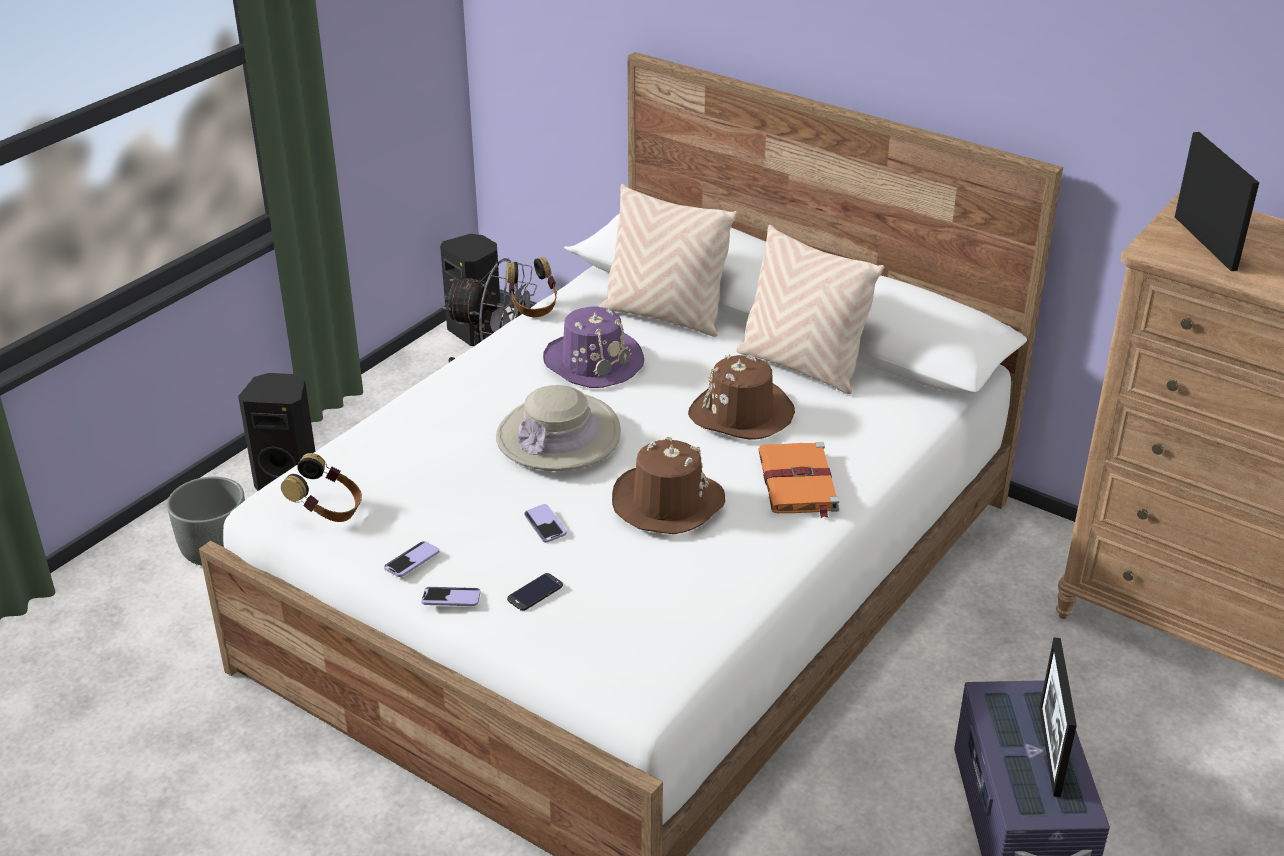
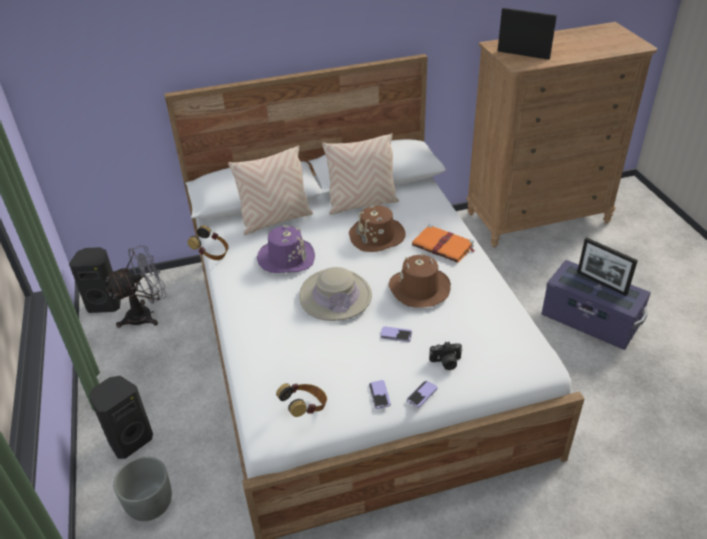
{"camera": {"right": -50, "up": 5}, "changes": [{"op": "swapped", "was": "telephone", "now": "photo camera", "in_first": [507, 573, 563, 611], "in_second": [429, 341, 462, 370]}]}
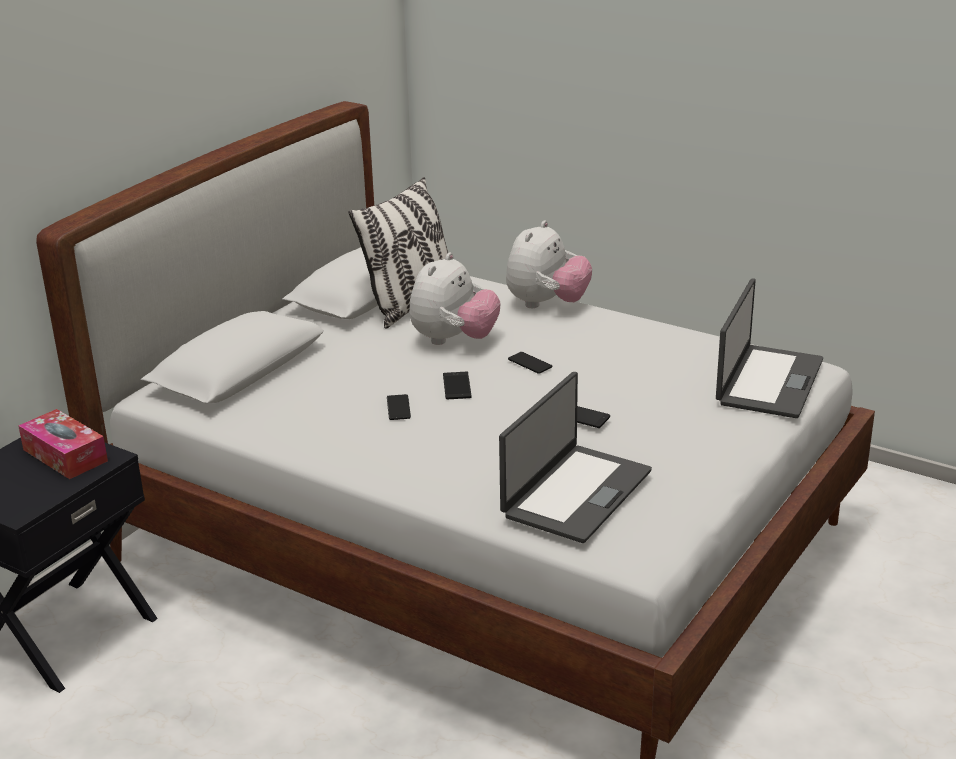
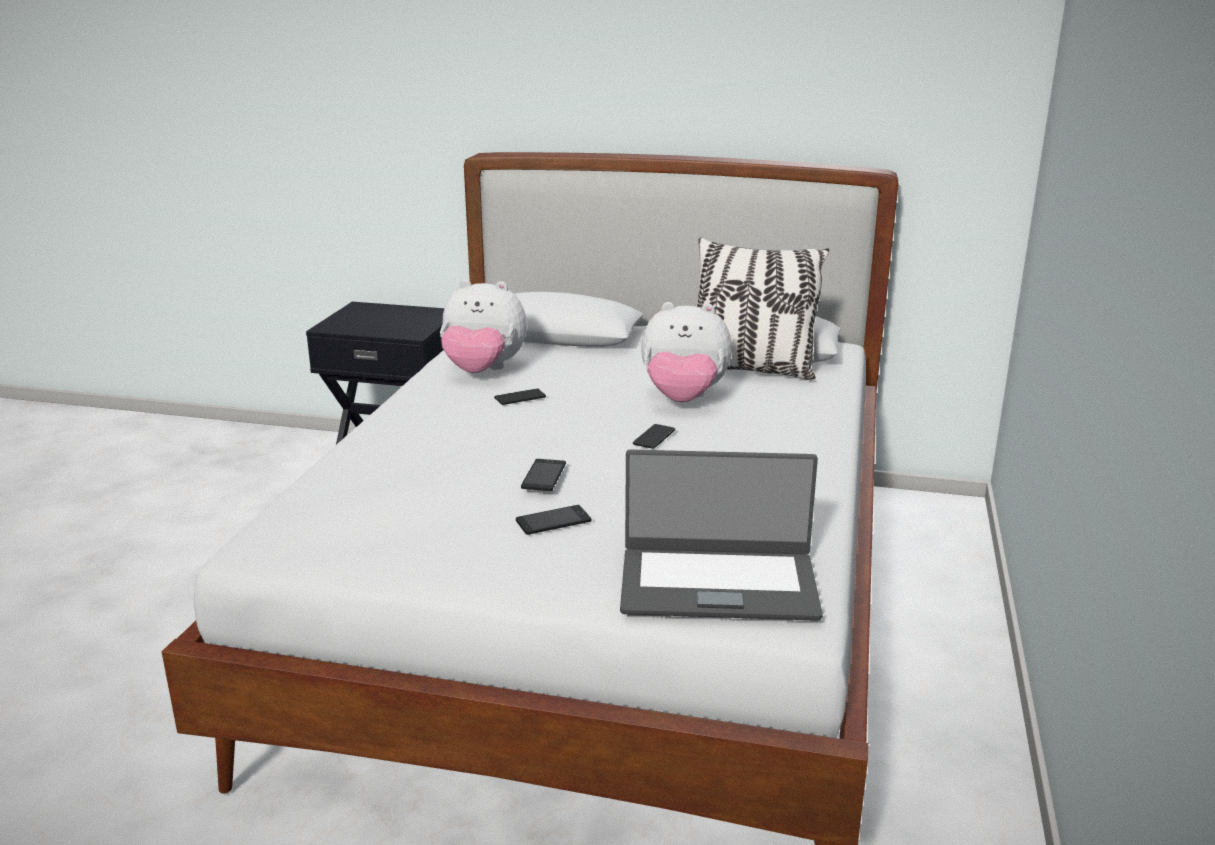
{"camera": {"right": 70, "up": -5}, "changes": [{"op": "shifted", "was": "plush toy", "in_first": [506, 220, 592, 308], "in_second": [440, 280, 527, 373]}, {"op": "shifted", "was": "telephone", "in_first": [443, 372, 472, 399], "in_second": [516, 505, 591, 535]}, {"op": "gone", "was": "laptop", "in_first": [499, 372, 652, 543]}, {"op": "gone", "was": "tissue holder", "in_first": [18, 409, 108, 479]}]}
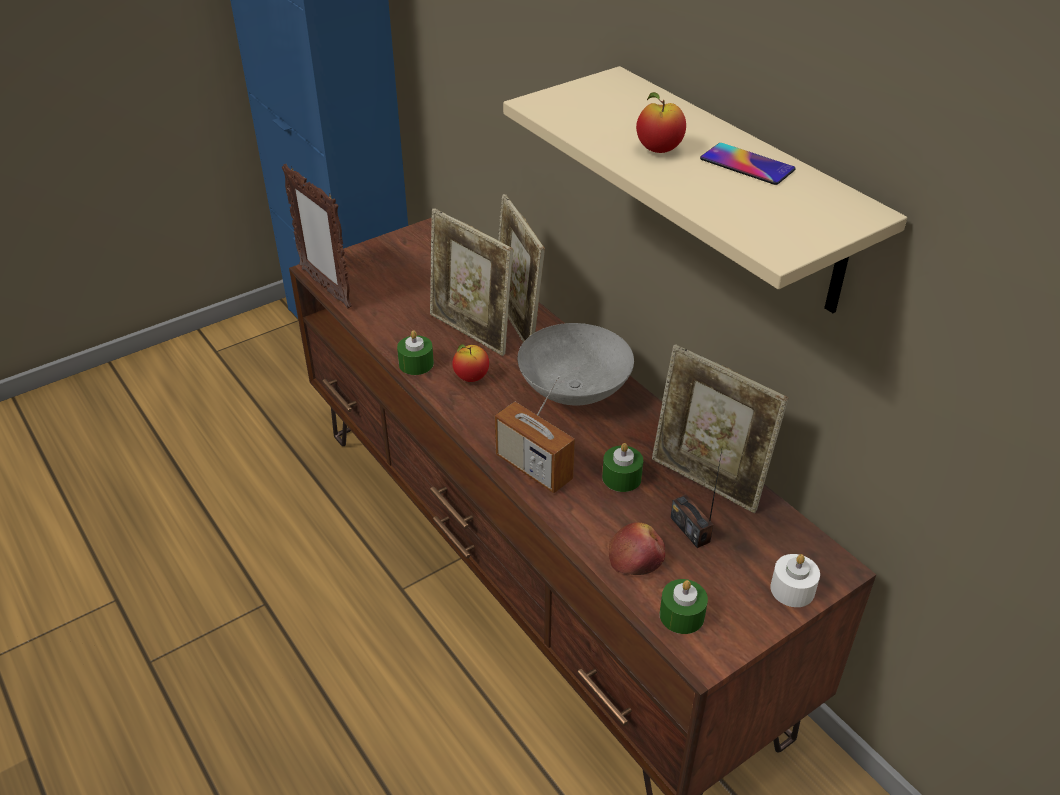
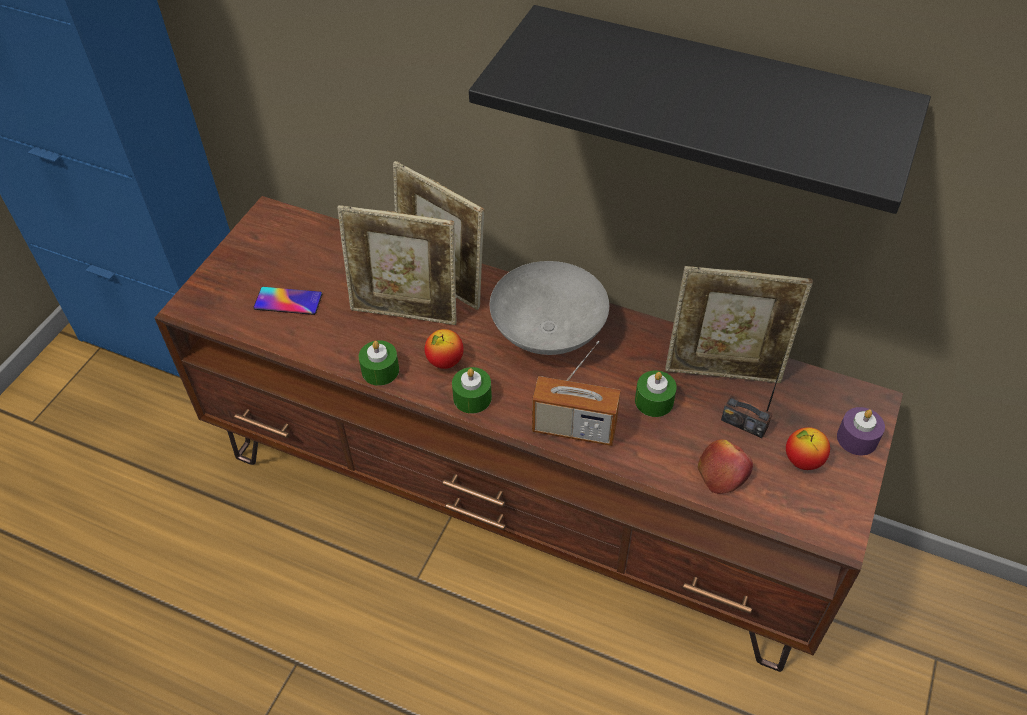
{"camera": {"right": -30, "up": 10}, "changes": [{"op": "repainted", "was": "sand-coloured shelf", "now": "black-coloured shelf", "in_first": [503, 66, 907, 313], "in_second": [469, 5, 931, 214]}, {"op": "shifted", "was": "apple", "in_first": [636, 92, 686, 153], "in_second": [786, 427, 830, 470]}, {"op": "shifted", "was": "telephone", "in_first": [700, 143, 796, 185], "in_second": [253, 287, 322, 315]}, {"op": "gone", "was": "photo frame", "in_first": [282, 164, 352, 309]}, {"op": "repainted", "was": "white-coloured candle", "now": "purple candle", "in_first": [770, 554, 820, 607], "in_second": [837, 407, 885, 455]}, {"op": "shifted", "was": "green candle", "in_first": [659, 579, 708, 634], "in_second": [452, 367, 492, 414]}]}
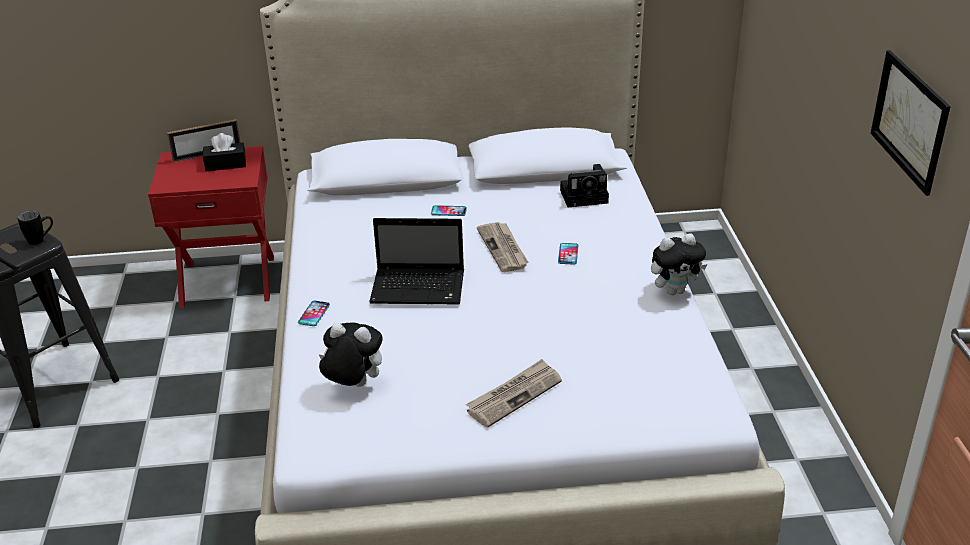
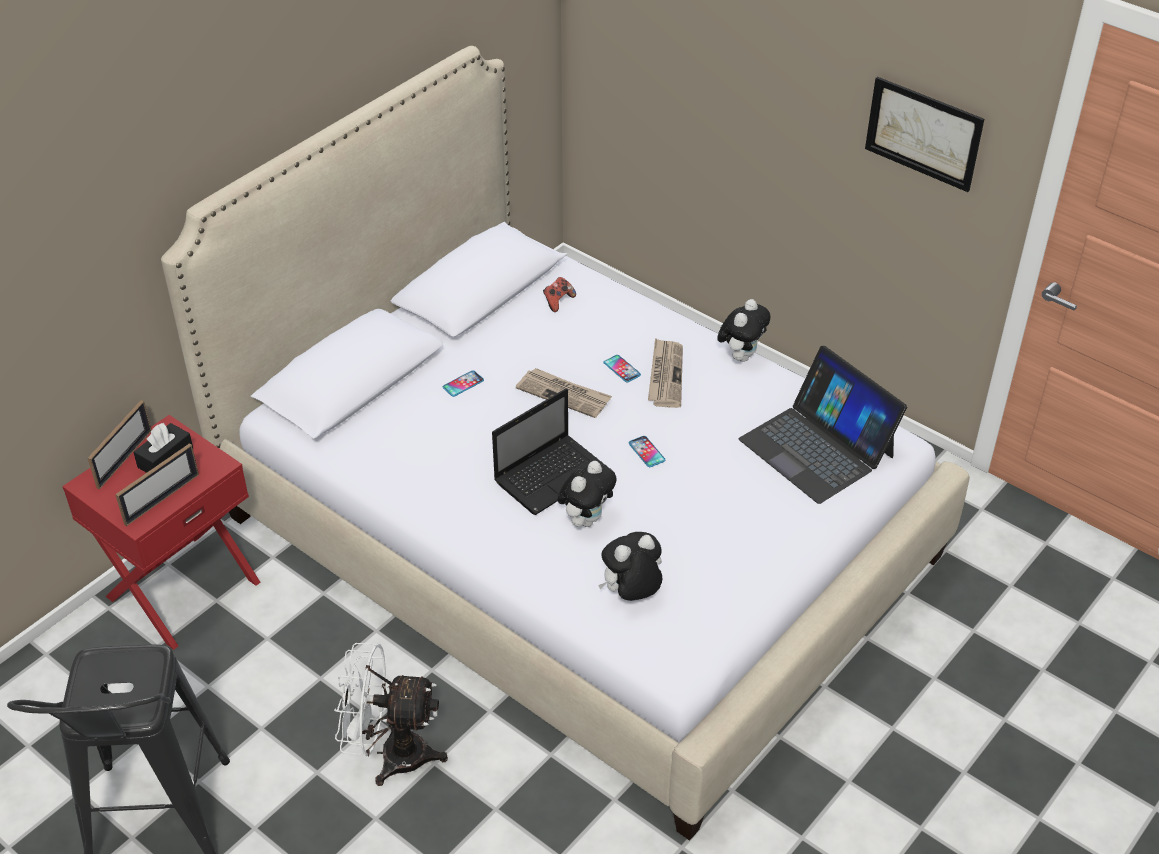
{"camera": {"right": -45, "up": 10}, "changes": [{"op": "swapped", "was": "photo camera", "now": "gamepad", "in_first": [560, 164, 609, 207], "in_second": [543, 277, 576, 312]}, {"op": "gone", "was": "black-coloured tea mug", "in_first": [18, 211, 53, 245]}, {"op": "shifted", "was": "telephone", "in_first": [298, 301, 330, 326], "in_second": [629, 436, 665, 467]}, {"op": "shifted", "was": "daily paper", "in_first": [466, 359, 562, 428], "in_second": [648, 338, 683, 408]}, {"op": "new", "now": "laptop", "in_second": [739, 346, 907, 504]}, {"op": "new", "now": "photo frame", "in_second": [115, 443, 199, 526]}, {"op": "new", "now": "plush toy", "in_second": [557, 461, 617, 527]}, {"op": "new", "now": "white-coloured cooling fan", "in_second": [334, 643, 448, 786]}]}
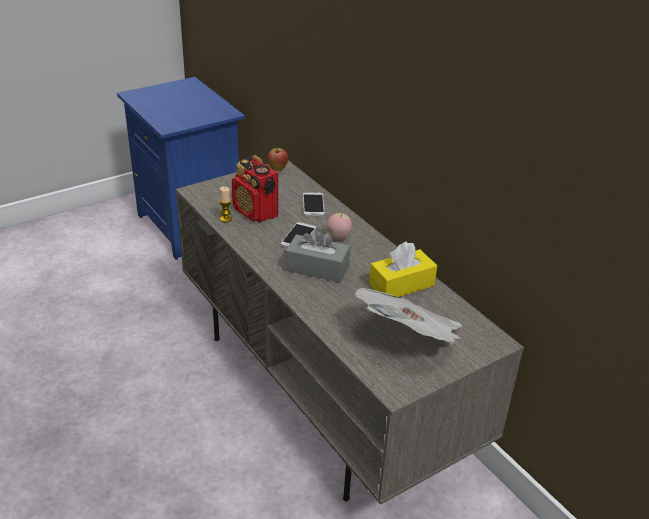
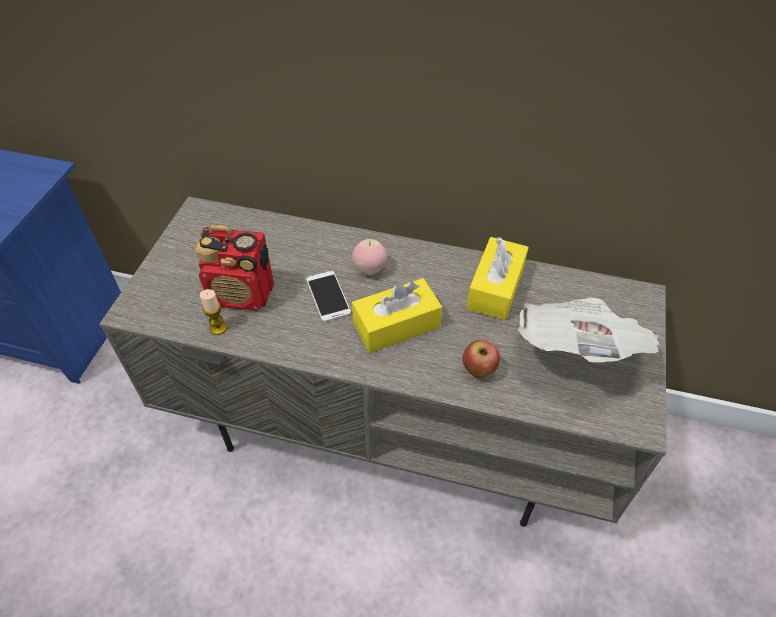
{"camera": {"right": -40, "up": 15}, "changes": [{"op": "shifted", "was": "apple", "in_first": [268, 148, 288, 171], "in_second": [462, 340, 500, 379]}, {"op": "gone", "was": "telephone", "in_first": [303, 193, 325, 216]}, {"op": "repainted", "was": "gray tissue holder", "now": "yellow tissue holder", "in_first": [286, 228, 350, 282], "in_second": [352, 278, 442, 353]}]}
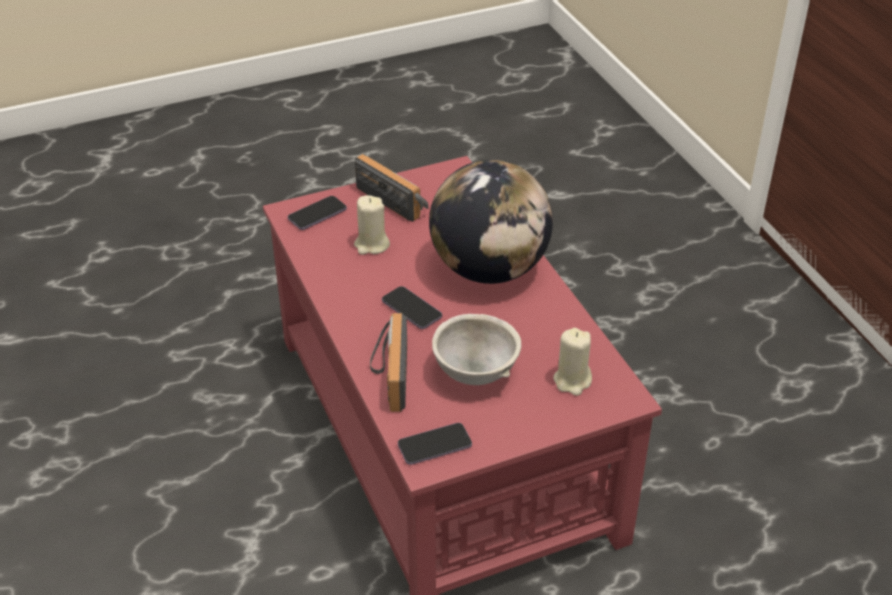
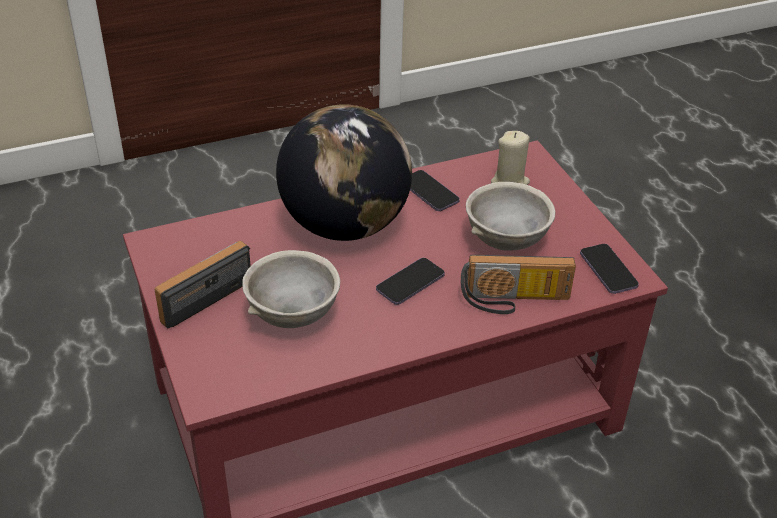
{"camera": {"right": -90, "up": 0}, "changes": [{"op": "swapped", "was": "sand-coloured candle", "now": "gray deep dish", "in_first": [354, 195, 390, 255], "in_second": [242, 250, 340, 328]}, {"op": "shifted", "was": "telephone", "in_first": [288, 196, 347, 230], "in_second": [410, 170, 460, 211]}]}
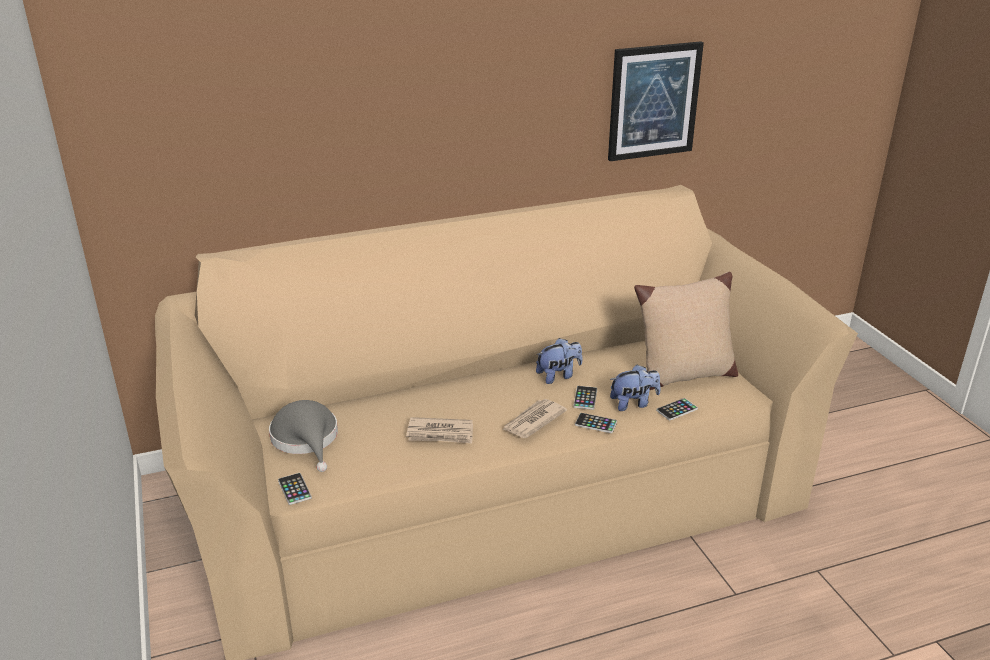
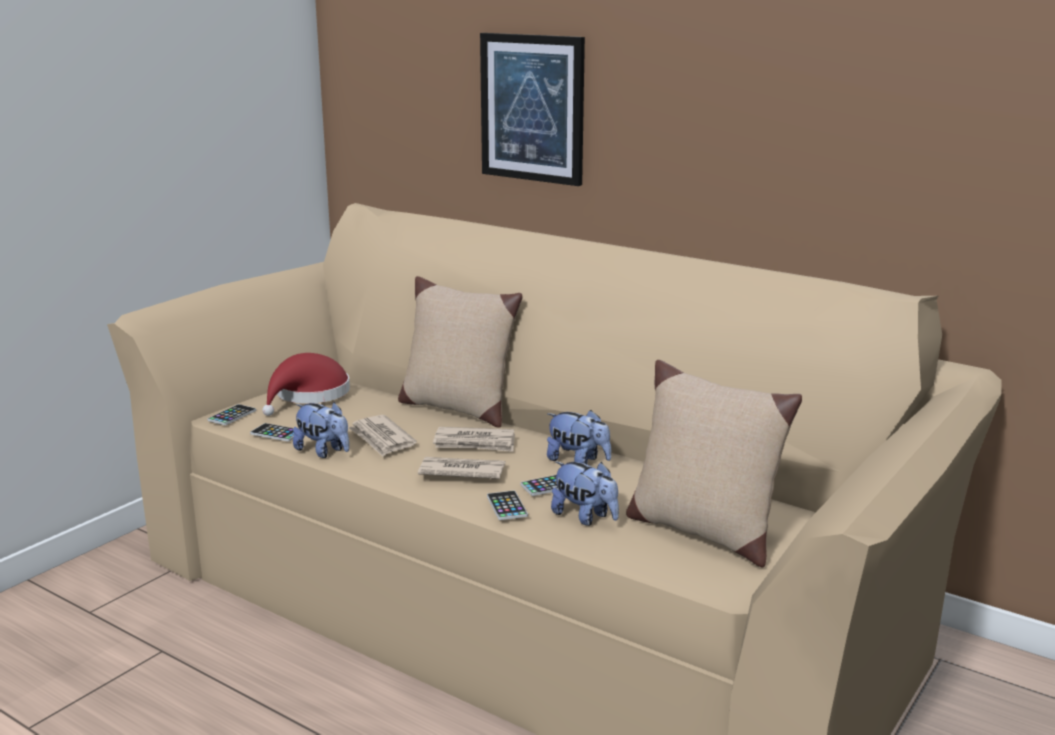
{"camera": {"right": 55, "up": -10}, "changes": [{"op": "shifted", "was": "wall picture", "in_first": [608, 41, 704, 161], "in_second": [480, 33, 585, 186]}, {"op": "shifted", "was": "telephone", "in_first": [656, 398, 698, 420], "in_second": [250, 423, 294, 442]}, {"op": "repainted", "was": "gray clothing hat", "now": "red-coloured clothing hat", "in_first": [269, 400, 338, 472], "in_second": [262, 353, 350, 416]}, {"op": "new", "now": "sand-coloured pillow", "in_second": [398, 276, 522, 428]}, {"op": "new", "now": "plush toy", "in_second": [293, 402, 349, 458]}, {"op": "new", "now": "daily paper", "in_second": [433, 427, 515, 452]}]}
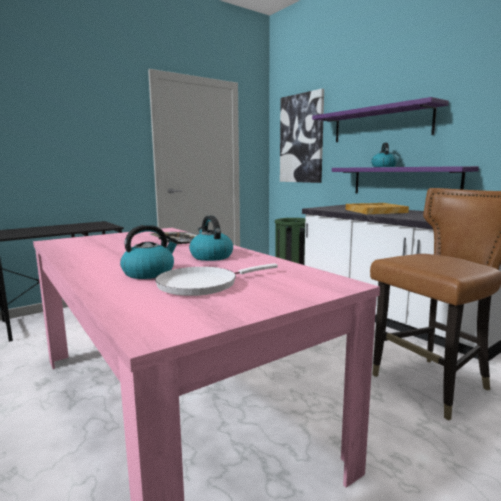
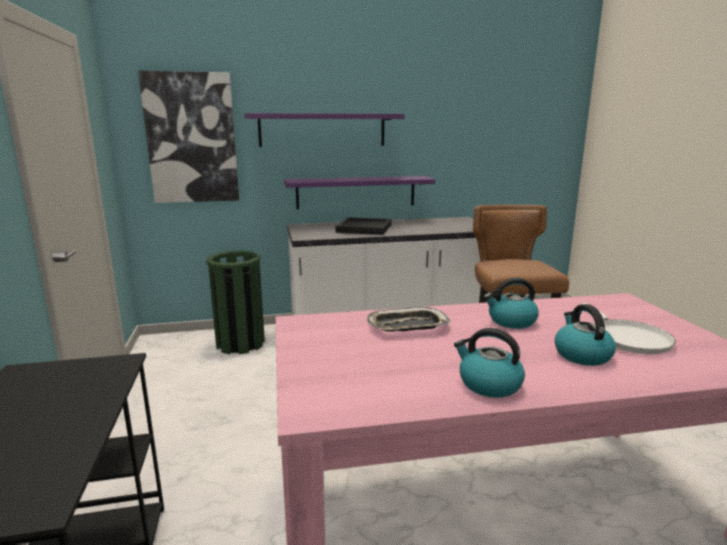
{"camera": {"right": -65, "up": 5}, "changes": [{"op": "shifted", "was": "water kettle", "in_first": [371, 143, 398, 167], "in_second": [454, 328, 525, 398]}, {"op": "repainted", "was": "sand-coloured tray", "now": "black-coloured tray", "in_first": [346, 203, 409, 214], "in_second": [336, 217, 391, 235]}]}
